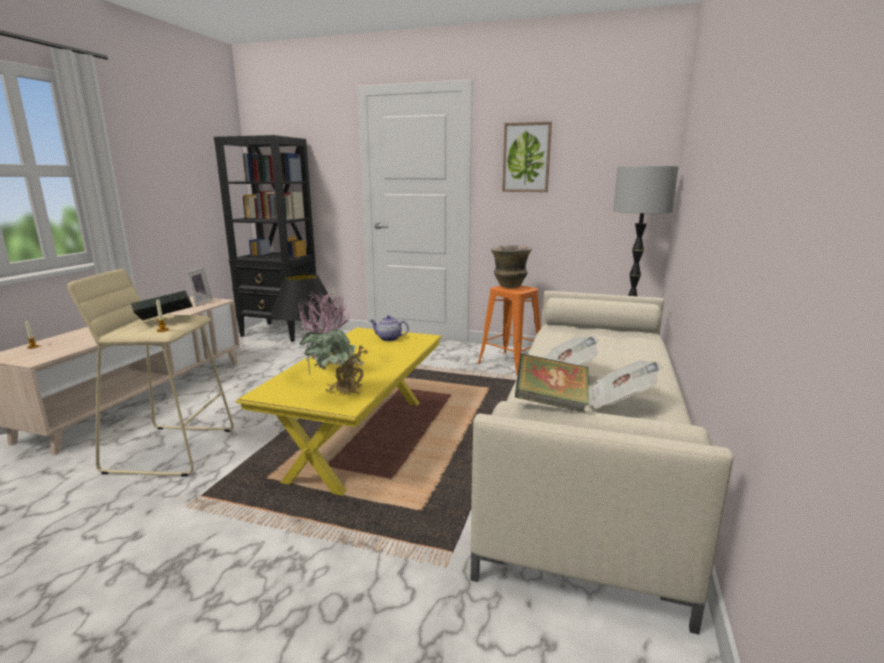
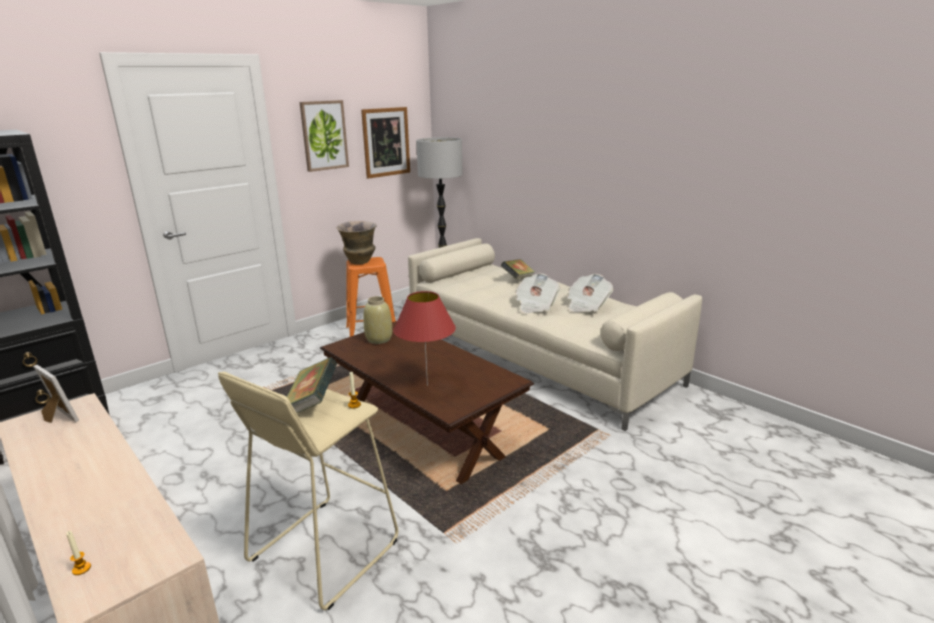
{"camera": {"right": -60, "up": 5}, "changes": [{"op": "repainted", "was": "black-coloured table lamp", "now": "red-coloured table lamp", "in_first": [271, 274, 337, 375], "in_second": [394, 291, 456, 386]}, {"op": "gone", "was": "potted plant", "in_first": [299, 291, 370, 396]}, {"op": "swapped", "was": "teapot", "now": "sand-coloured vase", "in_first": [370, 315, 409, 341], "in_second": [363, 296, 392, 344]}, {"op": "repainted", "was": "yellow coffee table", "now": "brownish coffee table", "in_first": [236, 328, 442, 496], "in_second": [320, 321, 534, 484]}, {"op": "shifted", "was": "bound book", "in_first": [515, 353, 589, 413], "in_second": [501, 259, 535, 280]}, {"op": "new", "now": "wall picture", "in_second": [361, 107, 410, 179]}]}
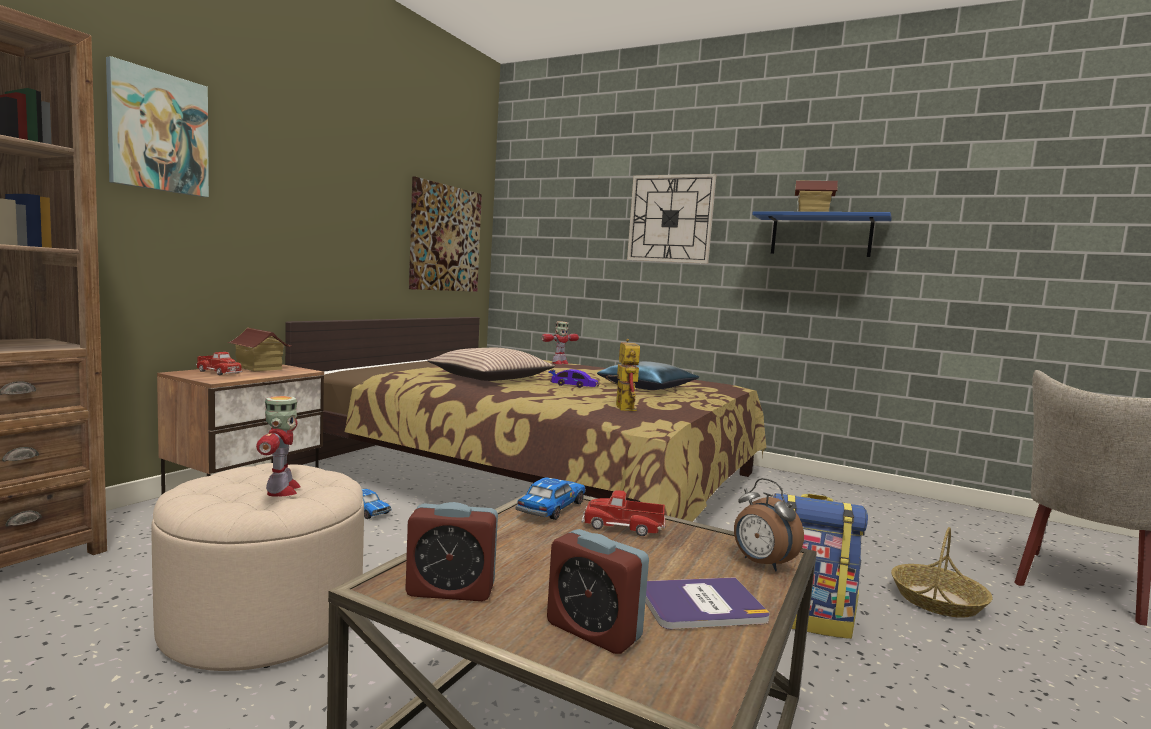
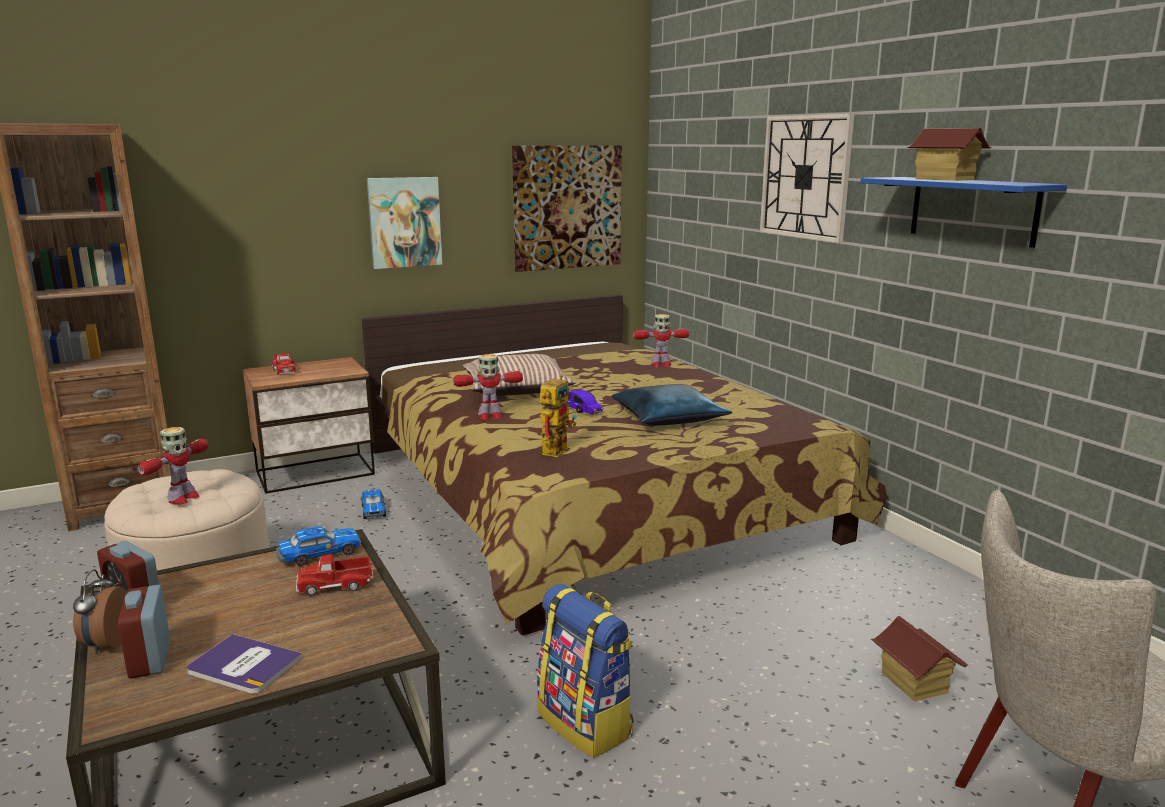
{"camera": {"right": 35, "up": 10}, "changes": [{"op": "shifted", "was": "wall picture", "in_first": [106, 56, 209, 197], "in_second": [367, 177, 442, 269]}, {"op": "shifted", "was": "model house", "in_first": [228, 328, 292, 371], "in_second": [871, 616, 968, 702]}, {"op": "shifted", "was": "table clock", "in_first": [734, 478, 804, 571], "in_second": [73, 569, 127, 654]}, {"op": "rotated", "was": "model truck", "in_first": [581, 490, 665, 536], "in_second": [296, 554, 373, 596], "clockwise": -60}, {"op": "gone", "was": "storage basket", "in_first": [891, 527, 992, 618]}, {"op": "new", "now": "robot figure", "in_second": [453, 354, 523, 420]}]}
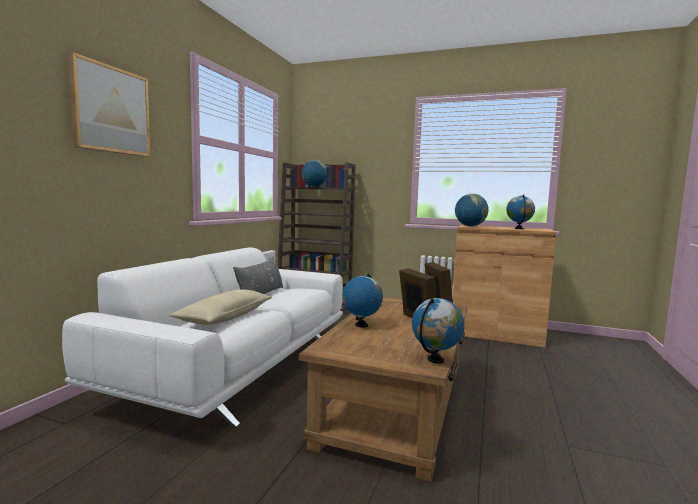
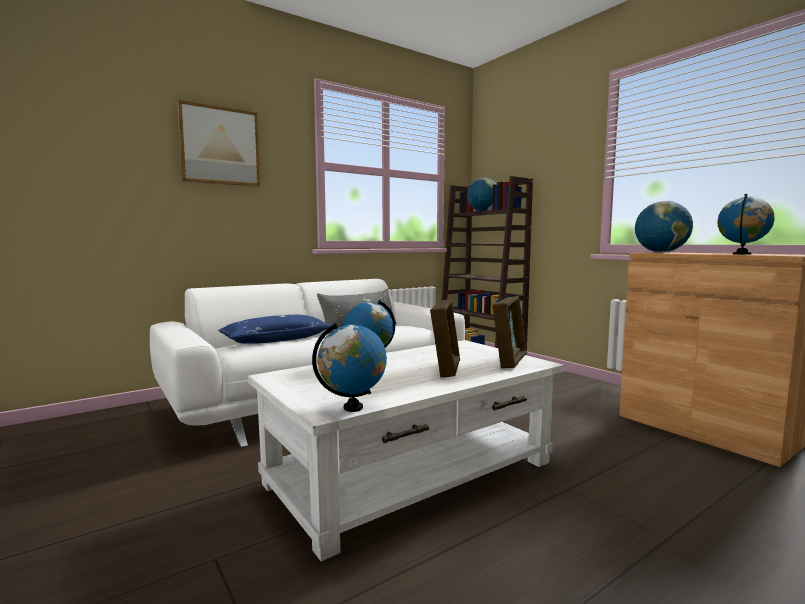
{"camera": {"right": 35, "up": 0}, "changes": [{"op": "repainted", "was": "sand-coloured pillow", "now": "blue pillow", "in_first": [169, 289, 272, 325], "in_second": [218, 315, 332, 344]}, {"op": "repainted", "was": "brownish coffee table", "now": "white-coloured coffee table", "in_first": [299, 297, 467, 482], "in_second": [248, 340, 564, 561]}]}
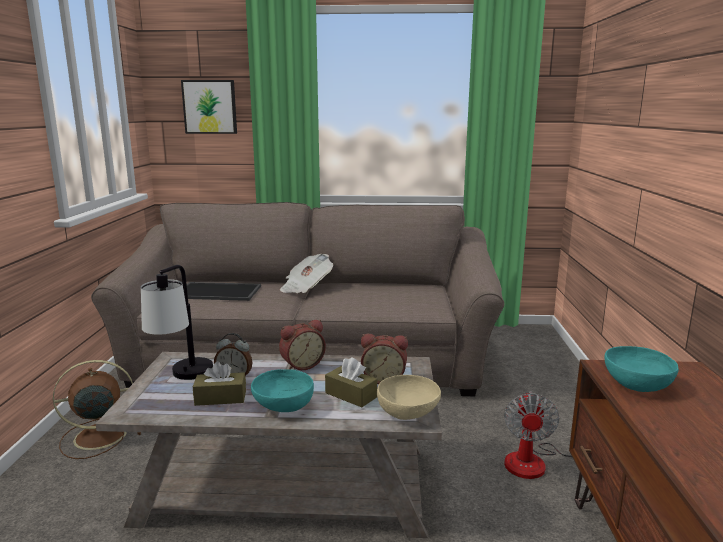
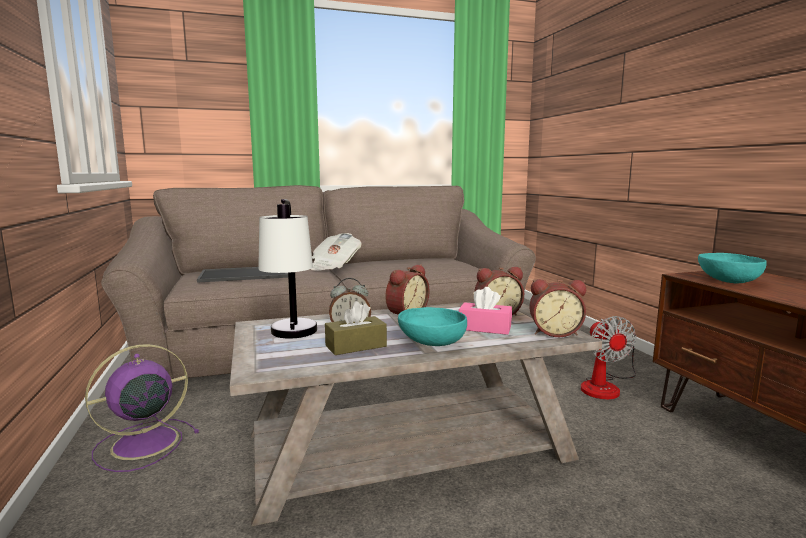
{"camera": {"right": -20, "up": -5}, "changes": [{"op": "gone", "was": "wall picture", "in_first": [181, 80, 237, 134]}, {"op": "repainted", "was": "brownish tissue holder", "now": "pink tissue holder", "in_first": [325, 357, 377, 407], "in_second": [459, 287, 512, 335]}, {"op": "repainted", "was": "brownish cooling fan", "now": "purple cooling fan", "in_first": [53, 360, 141, 459], "in_second": [85, 344, 199, 472]}, {"op": "swapped", "was": "sand-coloured deep dish", "now": "table clock", "in_first": [377, 375, 441, 420], "in_second": [529, 279, 586, 337]}]}
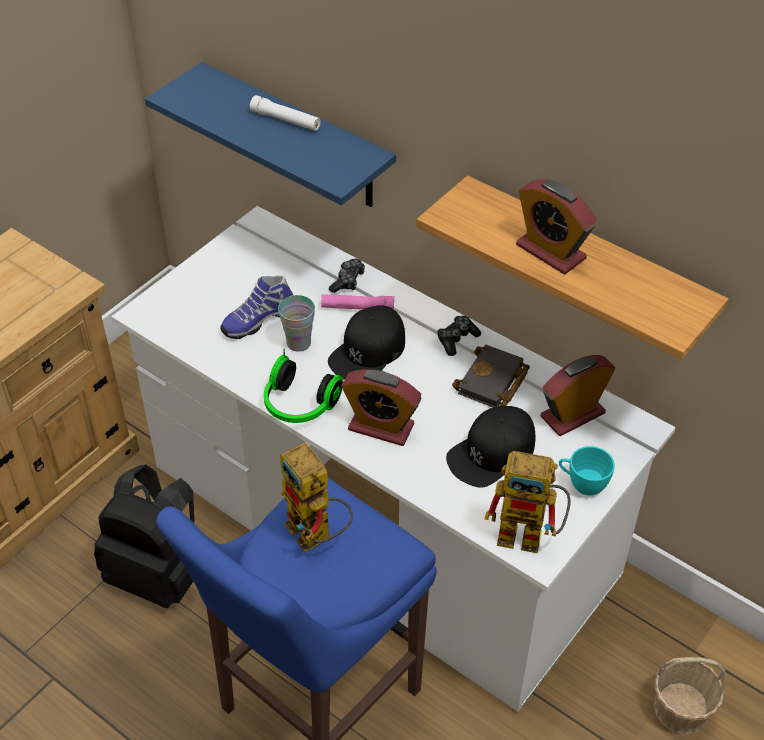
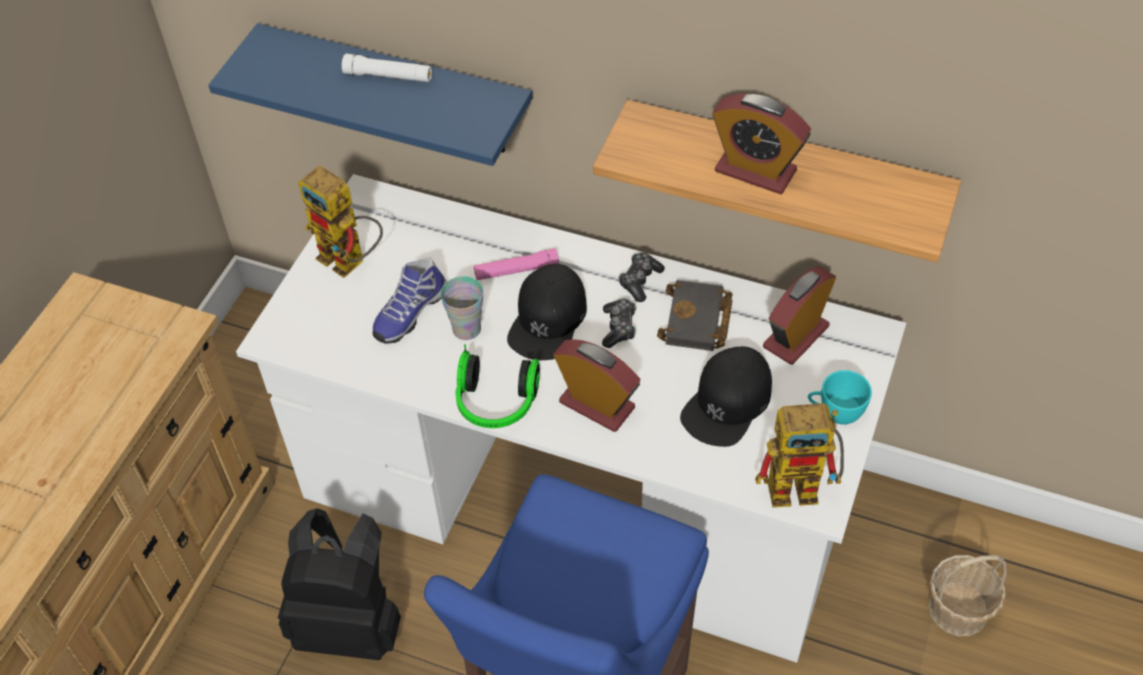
{"camera": {"right": -15, "up": 5}, "changes": [{"op": "shifted", "was": "gamepad", "in_first": [329, 259, 365, 293], "in_second": [602, 299, 636, 348]}, {"op": "rotated", "was": "table clock", "in_first": [342, 369, 422, 446], "in_second": [553, 339, 640, 432], "clockwise": -150}, {"op": "shifted", "was": "robot figure", "in_first": [280, 442, 353, 552], "in_second": [298, 165, 383, 278]}]}
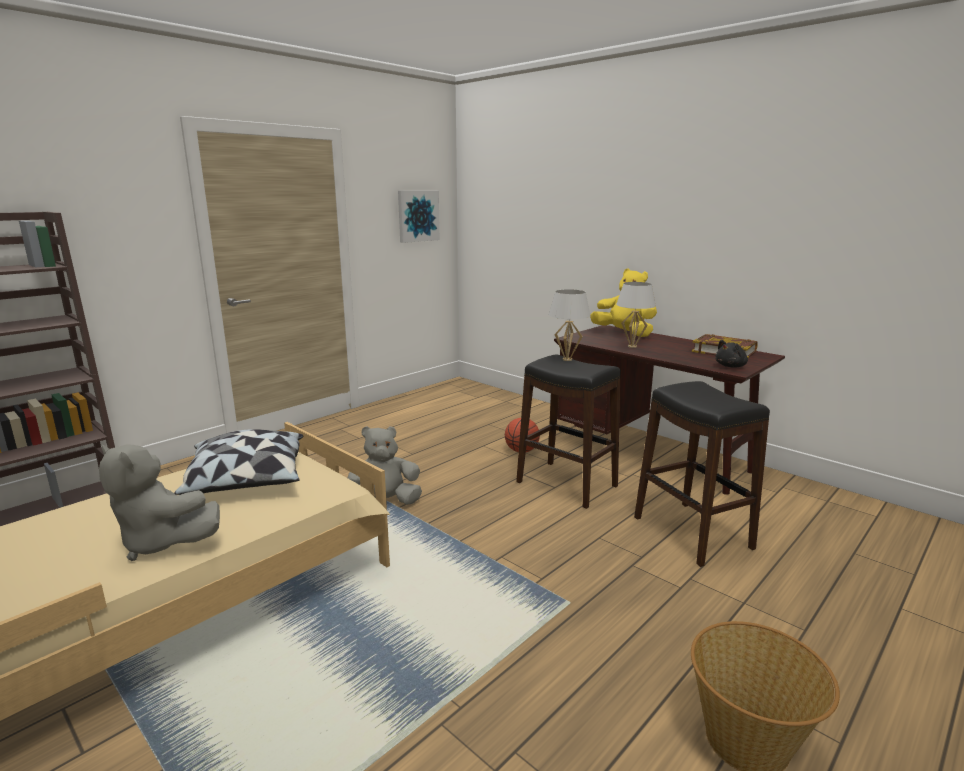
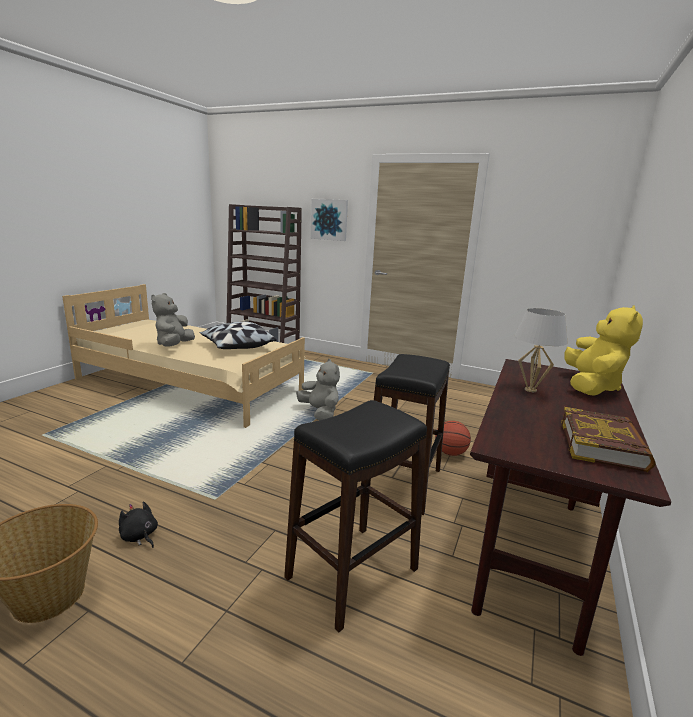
{"camera": {"right": 70, "up": 0}, "changes": [{"op": "shifted", "was": "wall picture", "in_first": [398, 191, 440, 243], "in_second": [311, 199, 348, 241]}, {"op": "gone", "was": "white-coloured table lamp", "in_first": [549, 289, 591, 361]}, {"op": "shifted", "was": "black-coloured plush toy", "in_first": [715, 340, 748, 367], "in_second": [119, 501, 158, 548]}]}
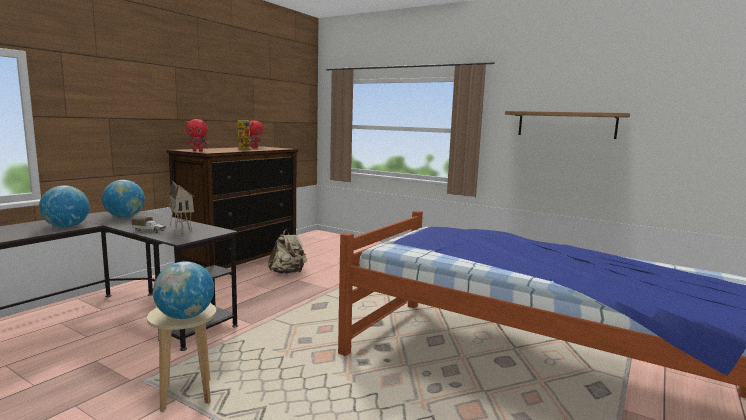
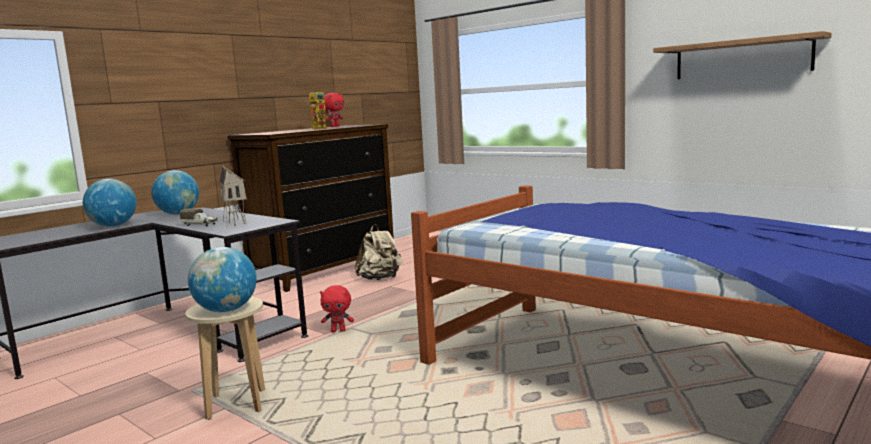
{"camera": {"right": 10, "up": 0}, "changes": [{"op": "shifted", "was": "red-coloured plush toy", "in_first": [186, 119, 209, 152], "in_second": [320, 285, 354, 332]}]}
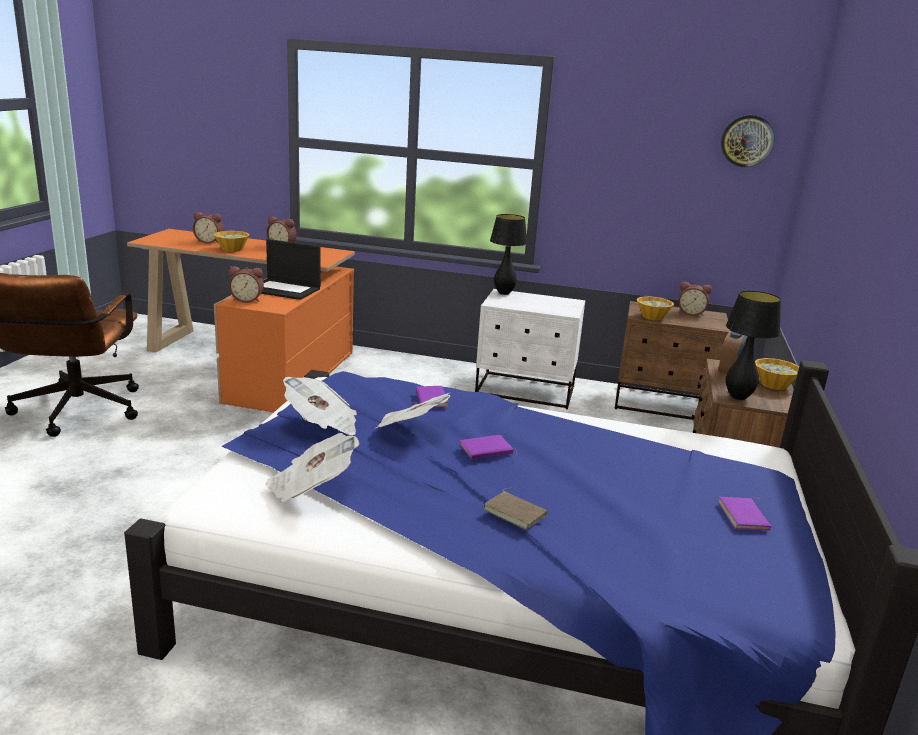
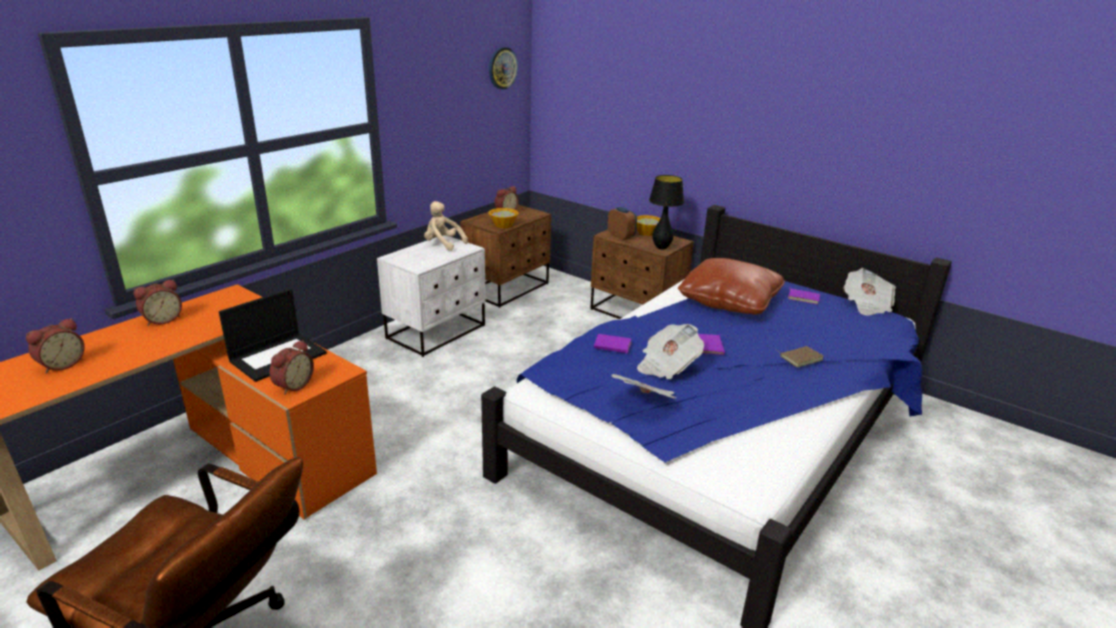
{"camera": {"right": -65, "up": 5}, "changes": [{"op": "gone", "was": "black-coloured table lamp", "in_first": [490, 214, 527, 295]}, {"op": "gone", "was": "deep dish", "in_first": [214, 231, 249, 252]}, {"op": "shifted", "was": "daily paper", "in_first": [265, 433, 359, 503], "in_second": [843, 268, 896, 315]}, {"op": "new", "now": "sand-coloured plush toy", "in_second": [424, 201, 468, 251]}, {"op": "new", "now": "brownish pillow", "in_second": [678, 258, 785, 315]}]}
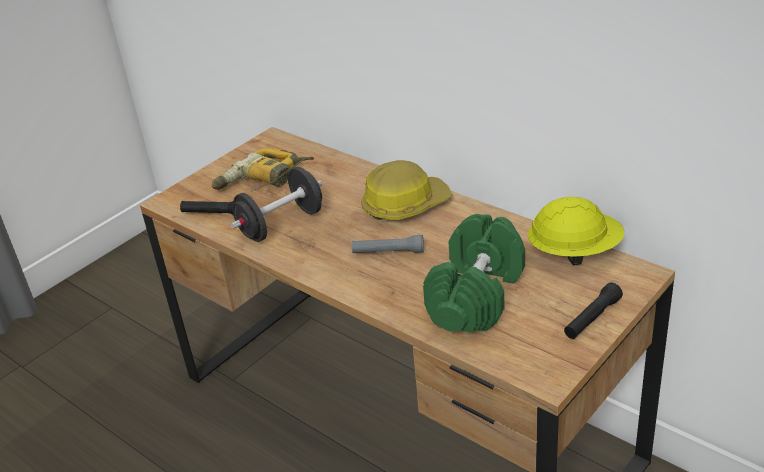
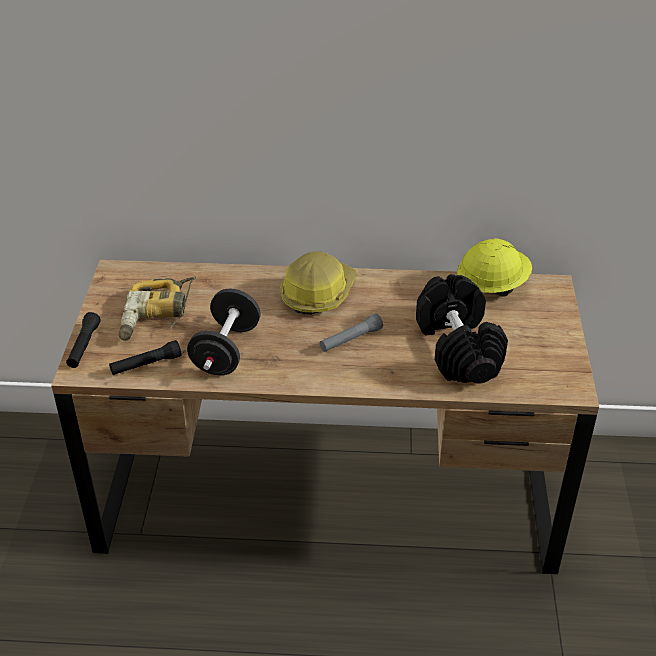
{"camera": {"right": -40, "up": 5}, "changes": [{"op": "repainted", "was": "green dumbbell", "now": "black-coloured dumbbell", "in_first": [423, 214, 525, 332], "in_second": [416, 274, 508, 384]}, {"op": "shifted", "was": "black-coloured flashlight", "in_first": [564, 283, 623, 339], "in_second": [66, 312, 101, 368]}]}
